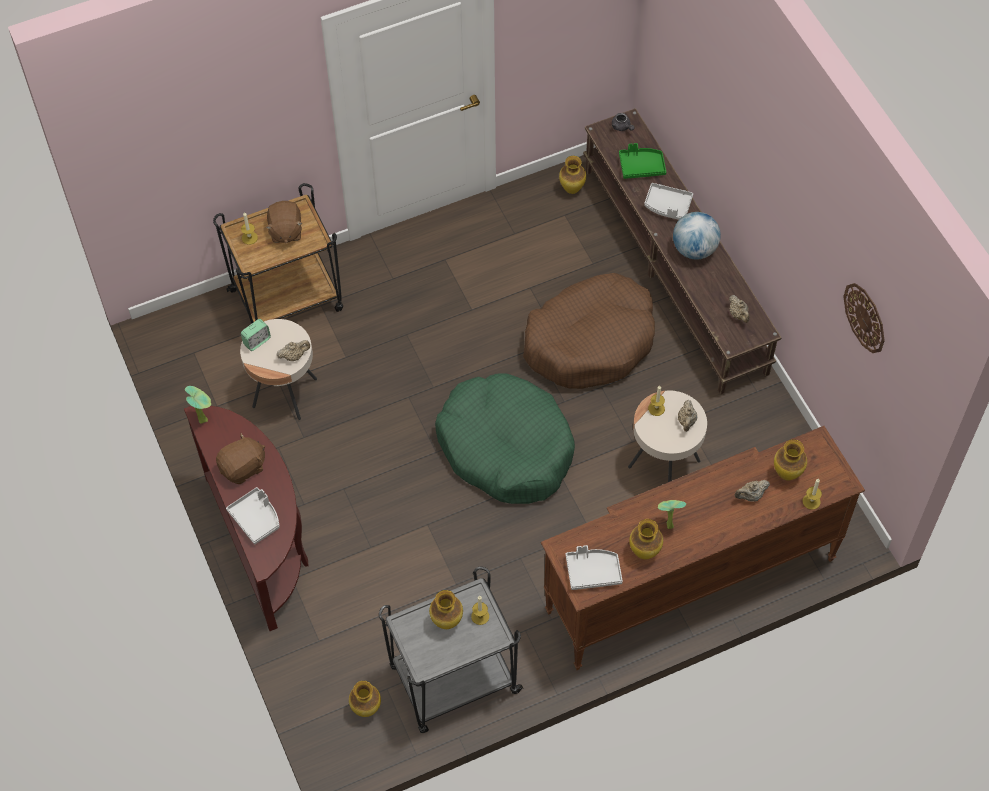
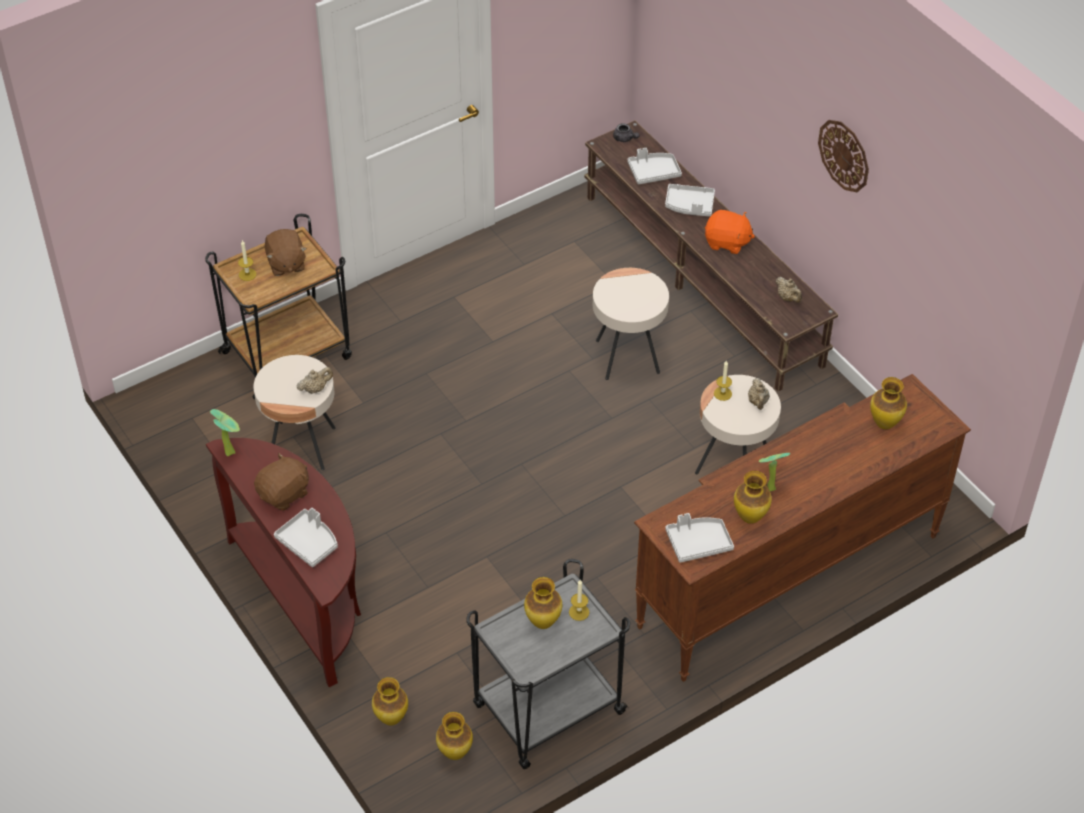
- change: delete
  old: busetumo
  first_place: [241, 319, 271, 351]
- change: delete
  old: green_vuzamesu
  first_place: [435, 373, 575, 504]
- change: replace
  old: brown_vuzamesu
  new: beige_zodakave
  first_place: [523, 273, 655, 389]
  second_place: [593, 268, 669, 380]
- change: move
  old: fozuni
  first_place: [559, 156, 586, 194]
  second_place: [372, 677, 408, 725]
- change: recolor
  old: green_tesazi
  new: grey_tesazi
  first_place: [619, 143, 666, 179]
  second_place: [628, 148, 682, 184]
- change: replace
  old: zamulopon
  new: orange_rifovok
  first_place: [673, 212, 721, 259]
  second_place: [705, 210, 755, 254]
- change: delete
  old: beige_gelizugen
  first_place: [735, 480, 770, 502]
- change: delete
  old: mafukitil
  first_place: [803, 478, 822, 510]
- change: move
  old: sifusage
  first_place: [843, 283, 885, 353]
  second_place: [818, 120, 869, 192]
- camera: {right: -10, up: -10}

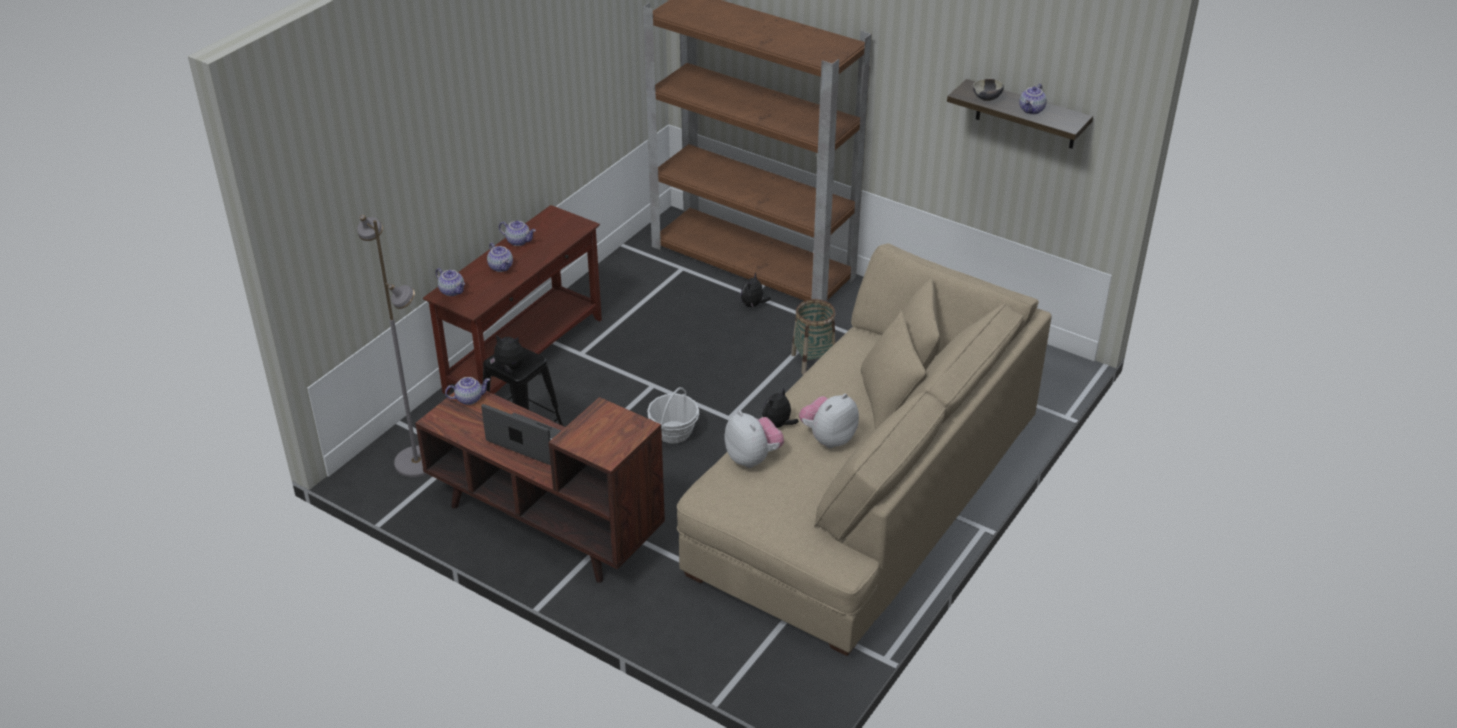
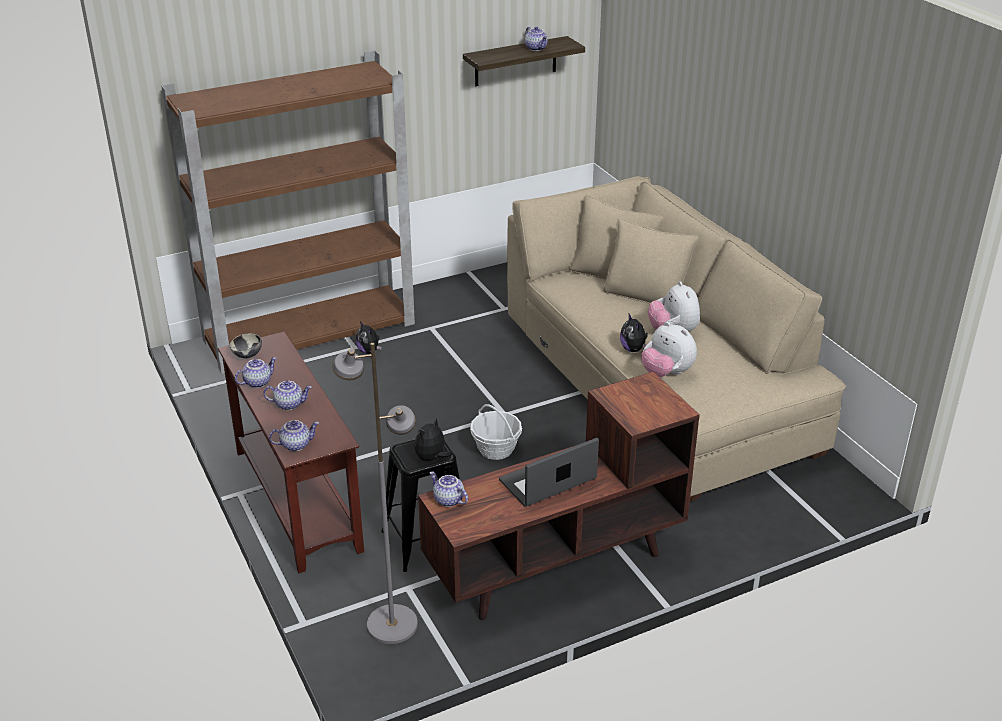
- change: rotate
  old: gelizugen
  first_place: [445, 377, 490, 405]
  second_place: [429, 471, 468, 507]
  degrees: -60
- change: rotate
  old: rifovok
  first_place: [724, 410, 784, 468]
  second_place: [641, 322, 697, 377]
  degrees: -135
- change: delete
  old: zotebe
  first_place: [791, 299, 835, 375]
- change: move
  old: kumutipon
  first_place: [973, 79, 1004, 101]
  second_place: [230, 333, 262, 359]
- camera: {right: -60, up: -5}

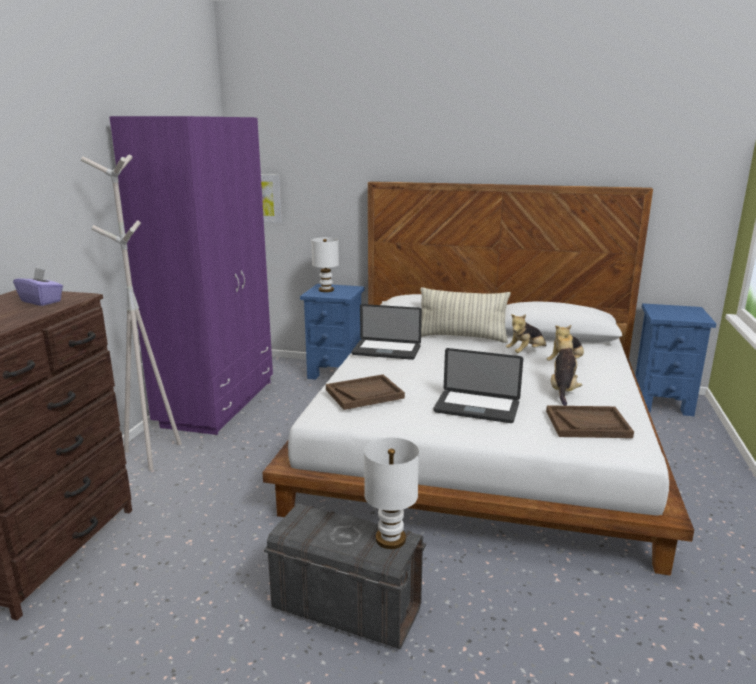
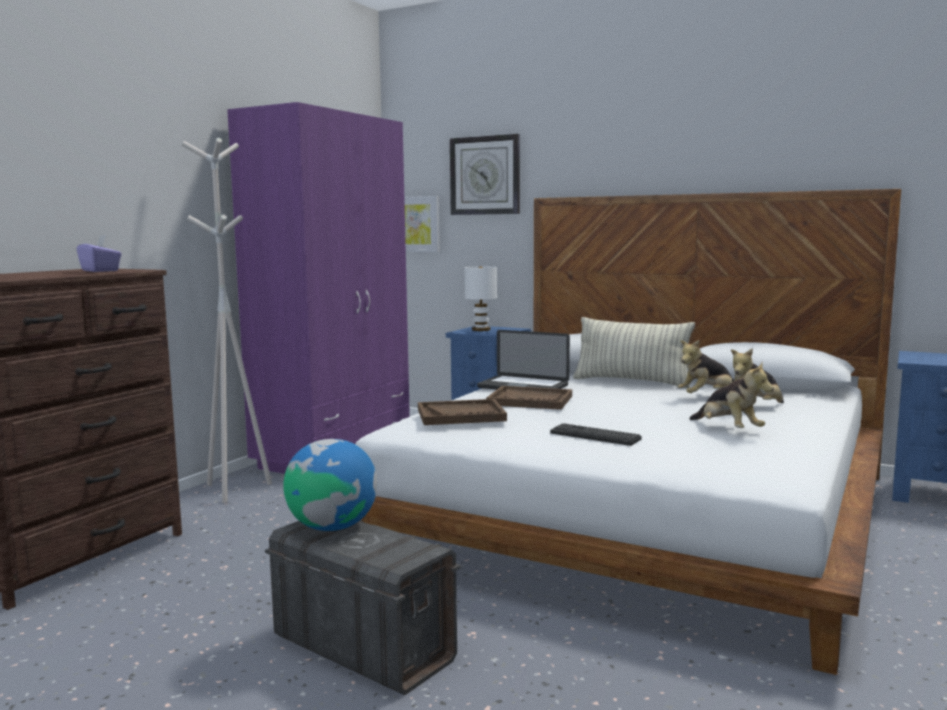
- change: delete
  old: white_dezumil
  first_place: [364, 437, 419, 549]
- change: replace
  old: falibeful
  new: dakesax
  first_place: [434, 348, 523, 423]
  second_place: [550, 423, 642, 446]
- change: move
  old: brown_tesazi
  first_place: [546, 405, 634, 438]
  second_place: [486, 386, 572, 410]
- change: rotate
  old: rifovok
  first_place: [551, 334, 582, 406]
  second_place: [689, 362, 774, 428]
  degrees: 120
- change: insert
  new: zamulopon
  second_place: [283, 439, 377, 531]
- change: insert
  new: sifusage
  second_place: [450, 134, 520, 215]
- camera: {right: 15, up: -10}

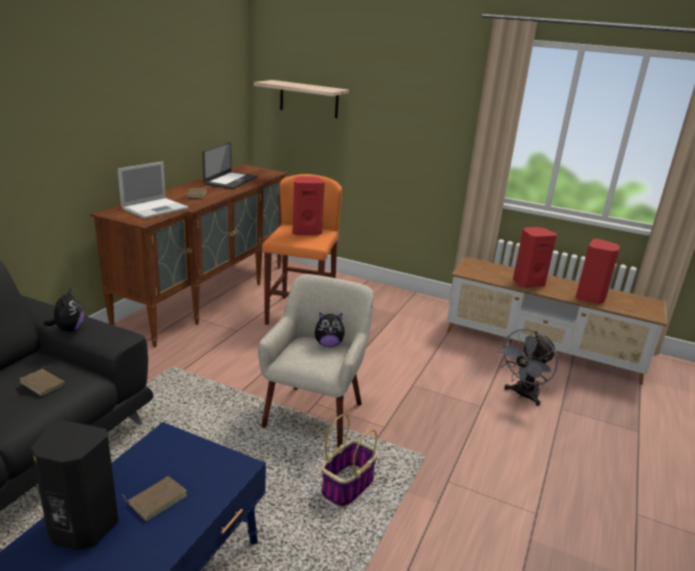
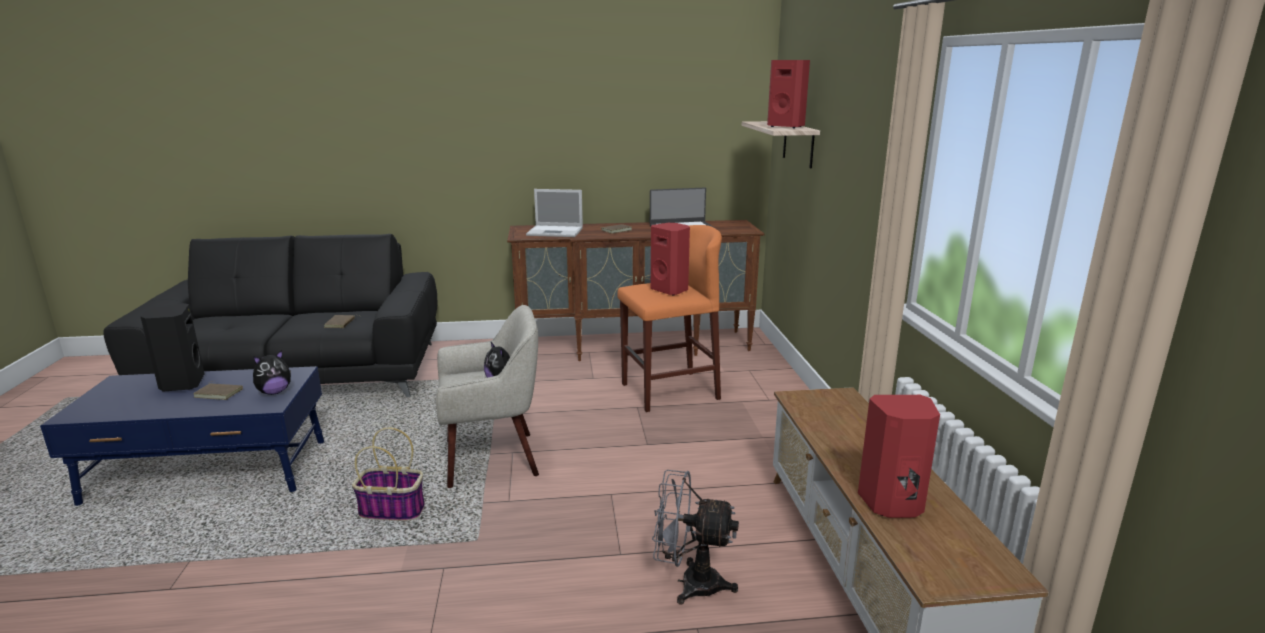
- change: move
  old: rifovok
  first_place: [44, 288, 84, 332]
  second_place: [253, 350, 291, 395]
- change: move
  old: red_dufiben
  first_place: [513, 227, 557, 288]
  second_place: [767, 60, 810, 128]
- camera: {right: 60, up: -5}

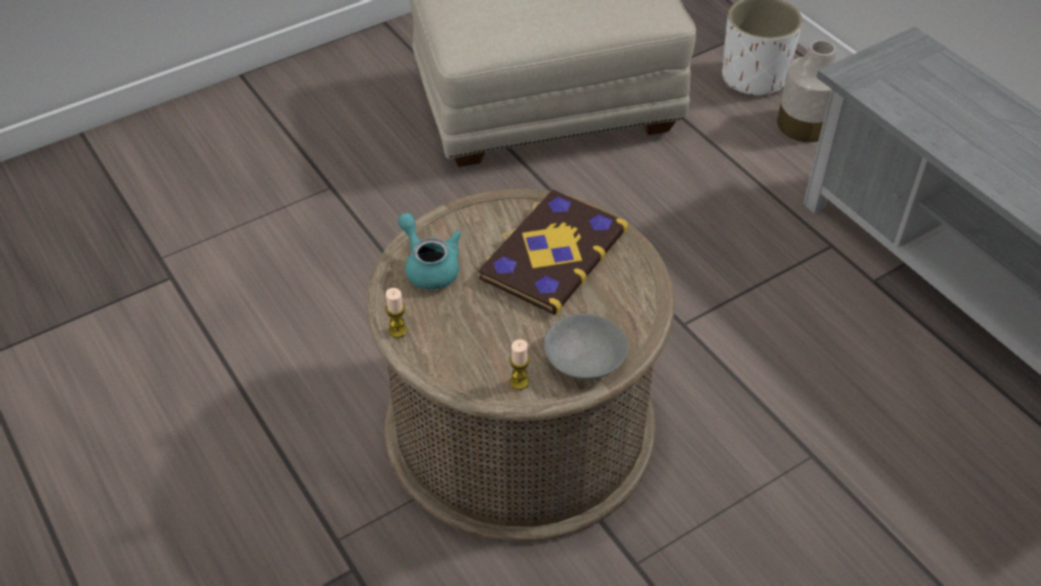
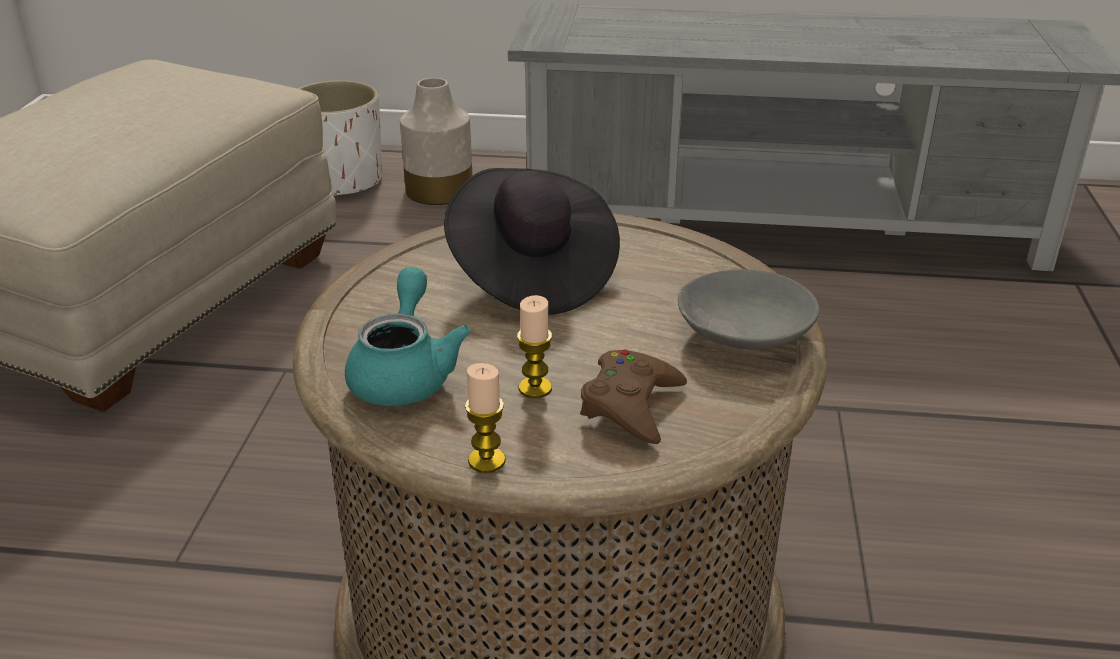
- change: rotate
  old: turquoise_gelizugen
  first_place: [398, 213, 461, 290]
  second_place: [345, 267, 471, 406]
  degrees: 90
- change: replace
  old: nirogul
  new: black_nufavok
  first_place: [479, 189, 628, 315]
  second_place: [444, 168, 620, 314]
- change: move
  old: mafukitil
  first_place: [509, 339, 530, 390]
  second_place: [517, 295, 552, 398]
- change: insert
  new: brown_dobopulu
  second_place: [580, 349, 687, 444]
- camera: {right: -50, up: -15}

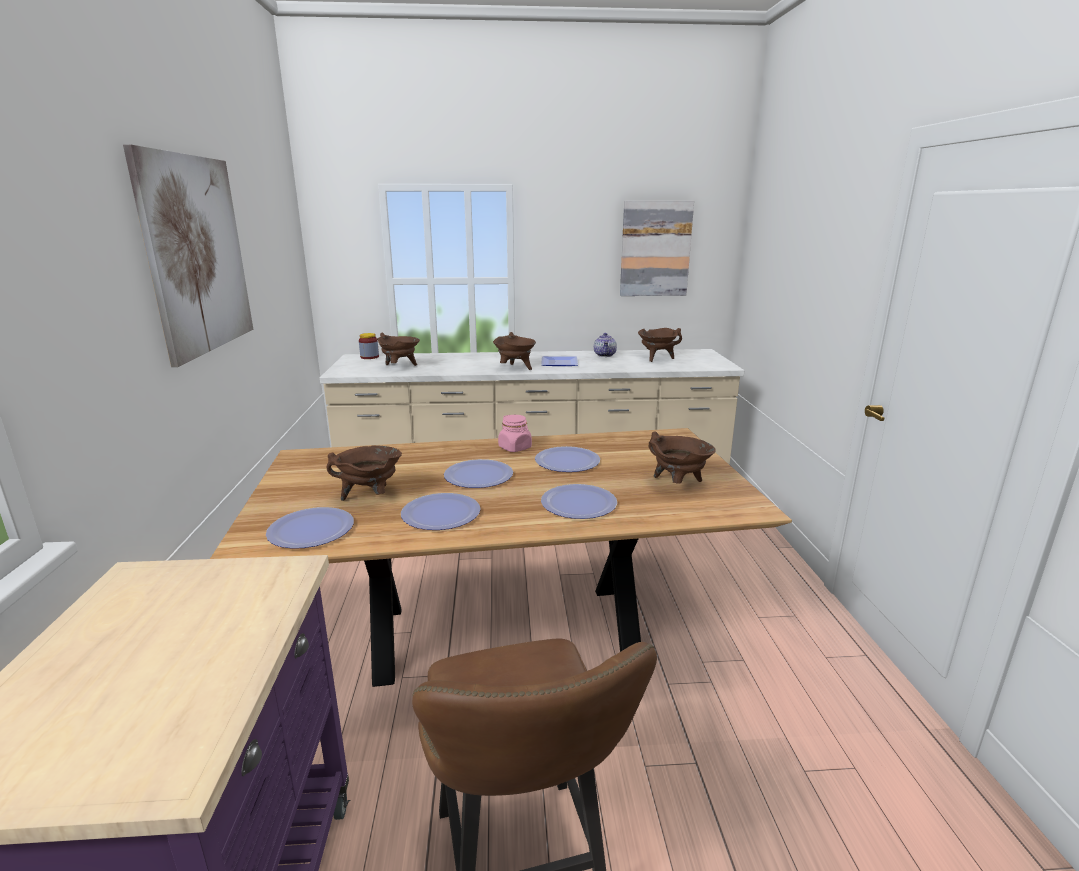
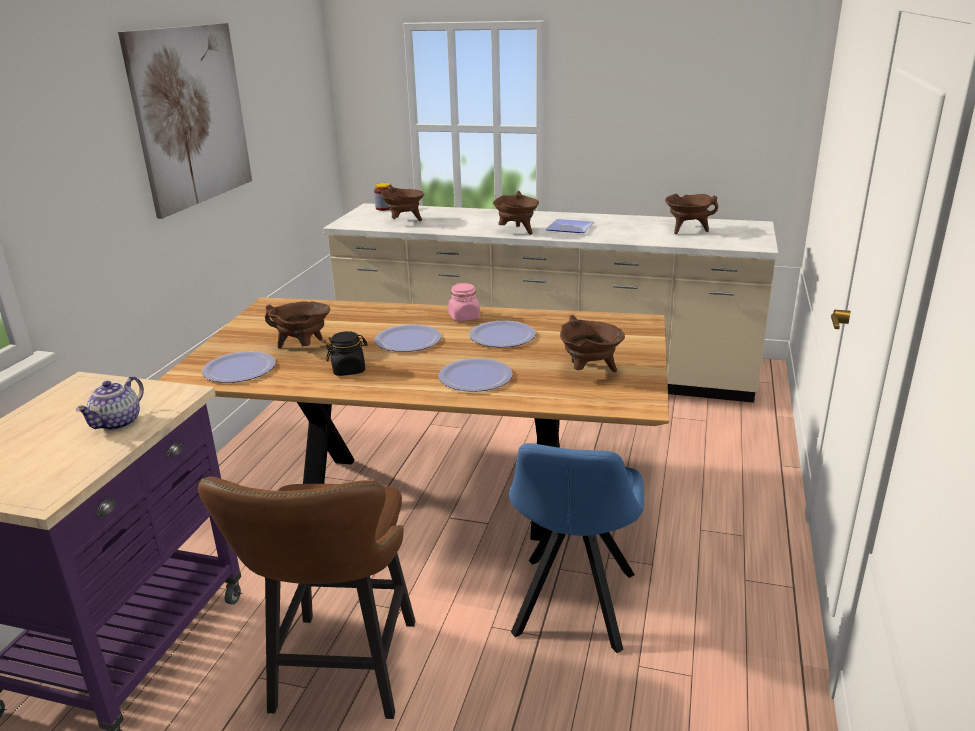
- change: replace
  old: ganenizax
  new: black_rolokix
  first_place: [401, 493, 481, 530]
  second_place: [326, 331, 368, 376]
- change: move
  old: gelizugen
  first_place: [594, 333, 617, 357]
  second_place: [76, 376, 144, 431]
- change: delete
  old: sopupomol
  first_place: [620, 201, 694, 296]
- change: insert
  new: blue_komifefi
  second_place: [509, 443, 644, 653]
- camera: {right: 20, up: 5}

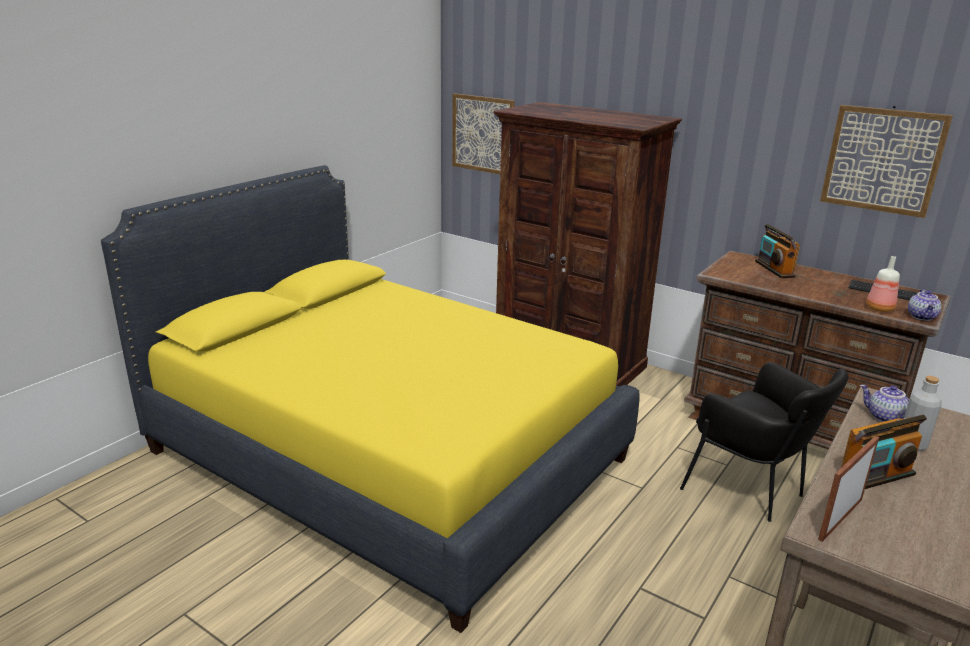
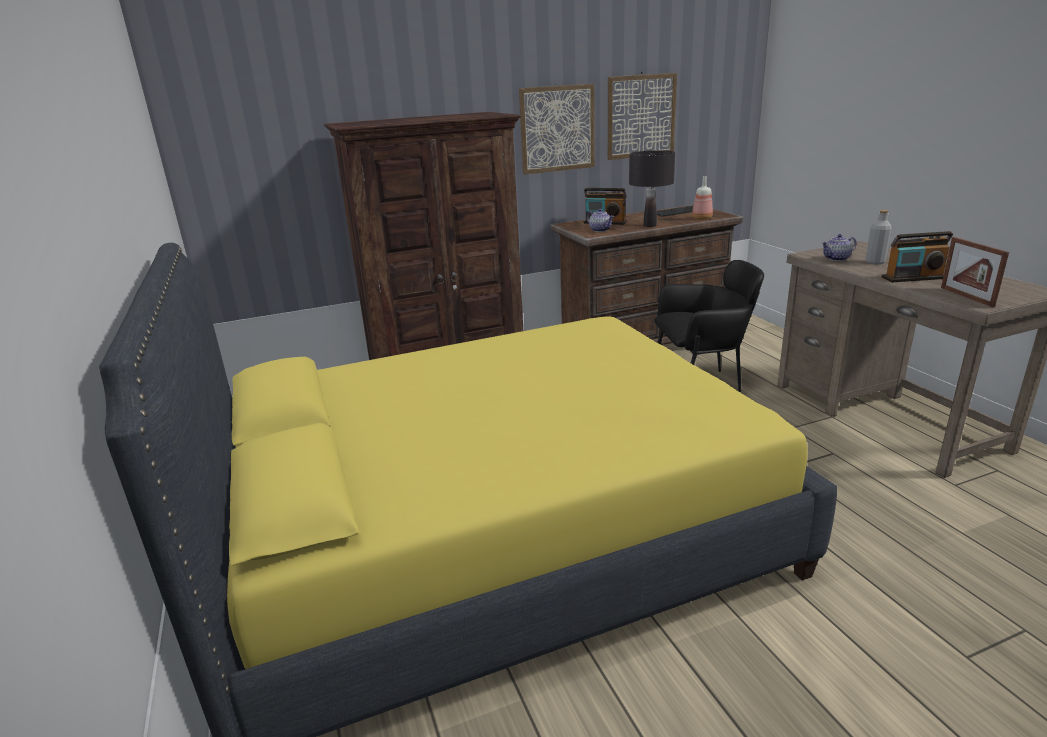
- change: move
  old: sopupomol
  first_place: [452, 93, 515, 174]
  second_place: [519, 84, 595, 175]
- change: rotate
  old: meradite
  first_place: [834, 415, 927, 489]
  second_place: [882, 231, 953, 283]
  degrees: 75
- change: move
  old: gelizugen
  first_place: [908, 289, 942, 321]
  second_place: [587, 209, 614, 232]
- change: insert
  new: black_dezumil
  second_place: [629, 150, 675, 227]
- camera: {right: -55, up: 0}

